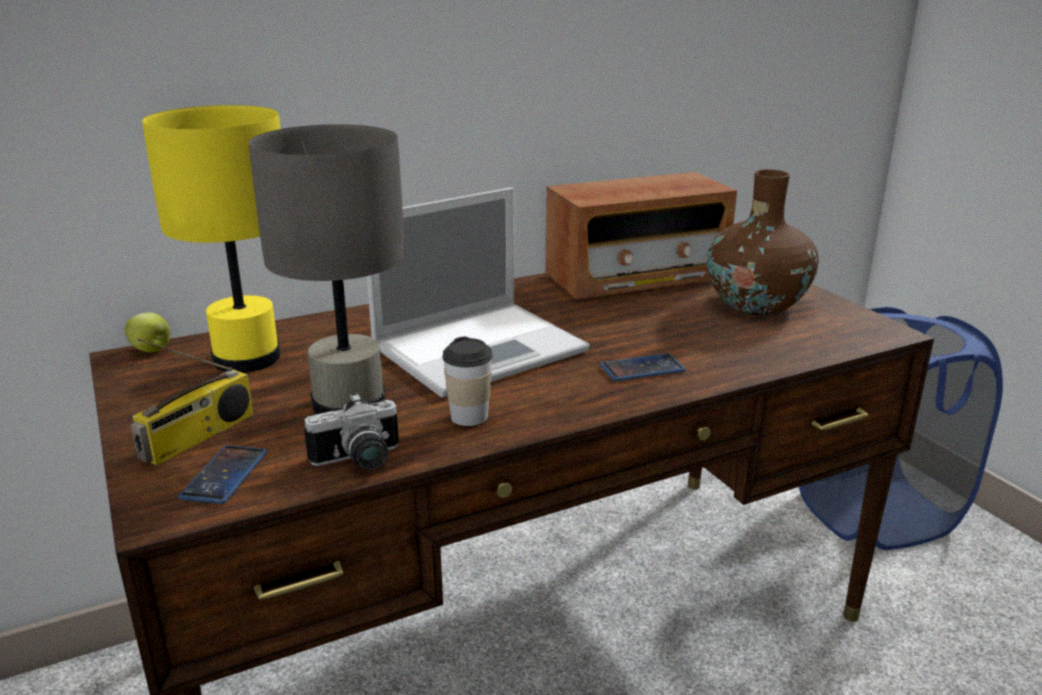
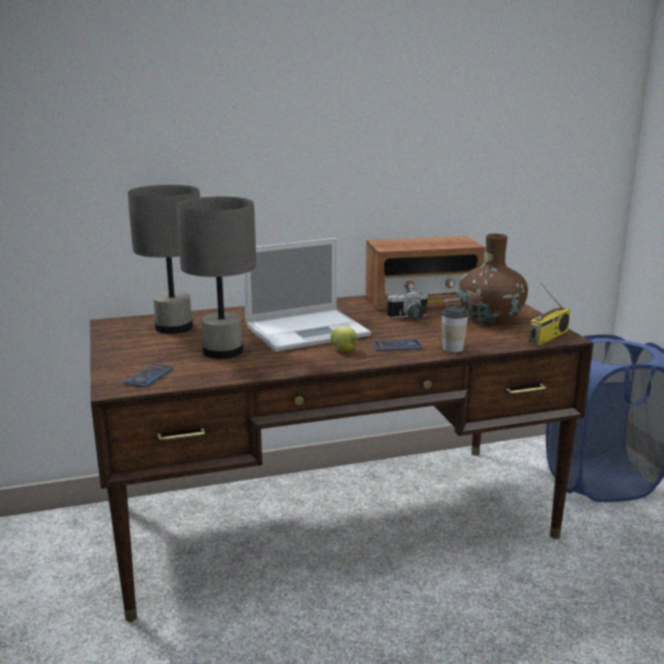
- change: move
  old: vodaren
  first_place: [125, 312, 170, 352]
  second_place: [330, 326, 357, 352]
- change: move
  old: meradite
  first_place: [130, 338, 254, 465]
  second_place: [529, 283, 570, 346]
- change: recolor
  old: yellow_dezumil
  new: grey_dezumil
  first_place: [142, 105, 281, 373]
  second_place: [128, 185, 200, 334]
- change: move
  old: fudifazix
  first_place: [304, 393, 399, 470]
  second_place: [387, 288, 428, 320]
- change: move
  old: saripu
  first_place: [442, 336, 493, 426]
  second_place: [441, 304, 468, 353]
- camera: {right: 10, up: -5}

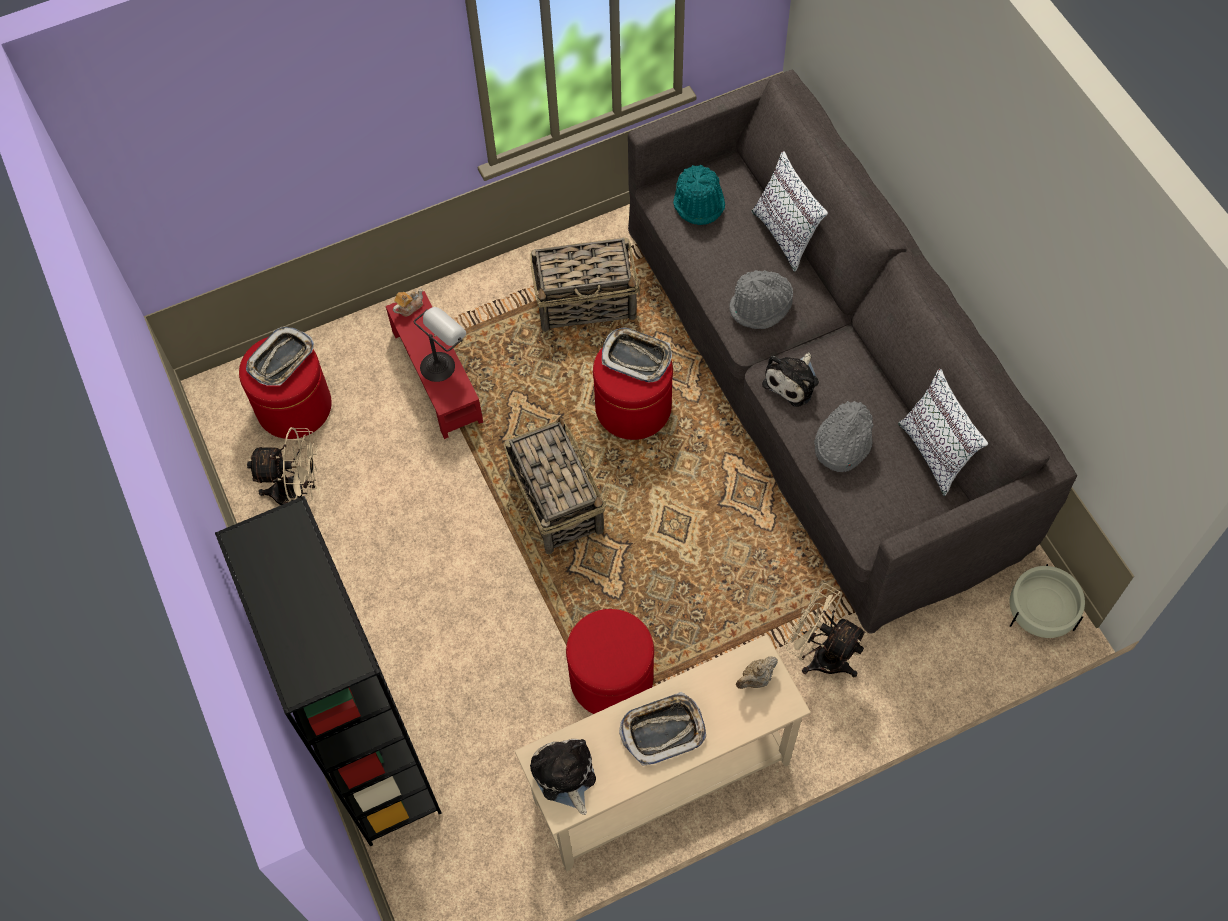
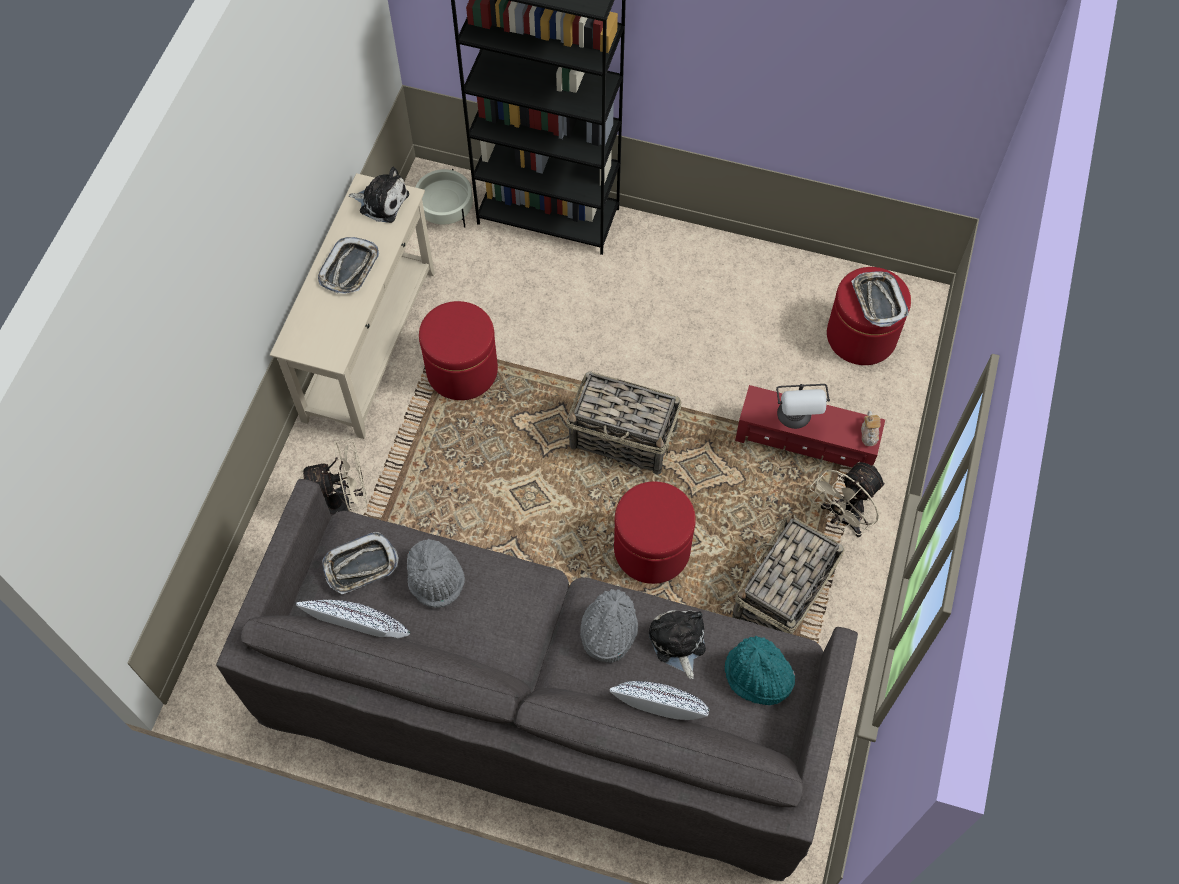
- change: move
  old: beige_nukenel
  first_place: [247, 427, 318, 505]
  second_place: [810, 462, 885, 537]
- change: move
  old: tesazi
  first_place: [602, 327, 672, 382]
  second_place: [322, 532, 399, 594]
- change: delete
  old: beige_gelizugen
  first_place: [736, 656, 778, 689]
- change: move
  old: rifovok
  first_place: [762, 352, 819, 407]
  second_place: [649, 610, 706, 679]
- change: move
  old: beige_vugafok
  first_place: [1010, 564, 1085, 638]
  second_place: [415, 169, 473, 227]
- camera: {right: 130, up: 0}

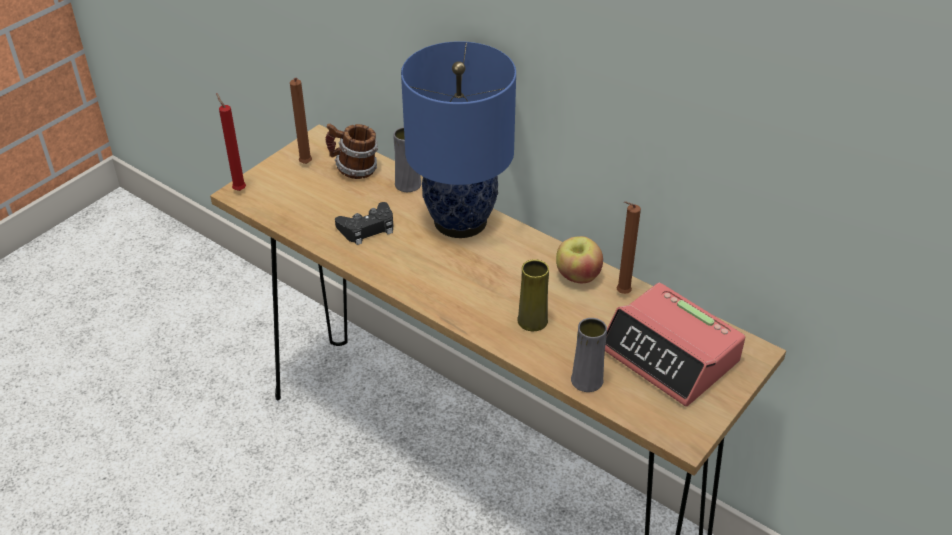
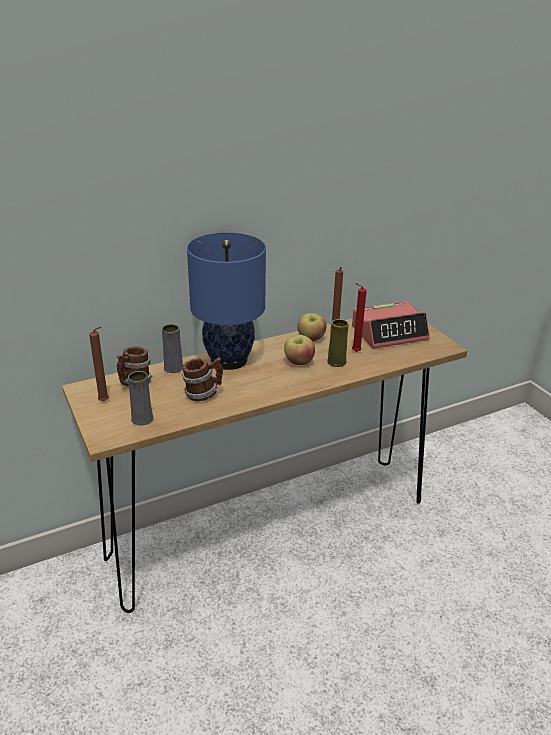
- change: move
  old: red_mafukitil
  first_place: [216, 93, 246, 191]
  second_place: [352, 283, 367, 352]
- change: replace
  old: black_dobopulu
  new: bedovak
  first_place: [335, 202, 393, 245]
  second_place: [182, 358, 223, 401]
- change: move
  old: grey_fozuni
  first_place: [571, 318, 607, 392]
  second_place: [128, 371, 154, 425]
- change: insert
  new: vodaren
  second_place: [284, 335, 315, 365]
- camera: {right: -65, up: -10}

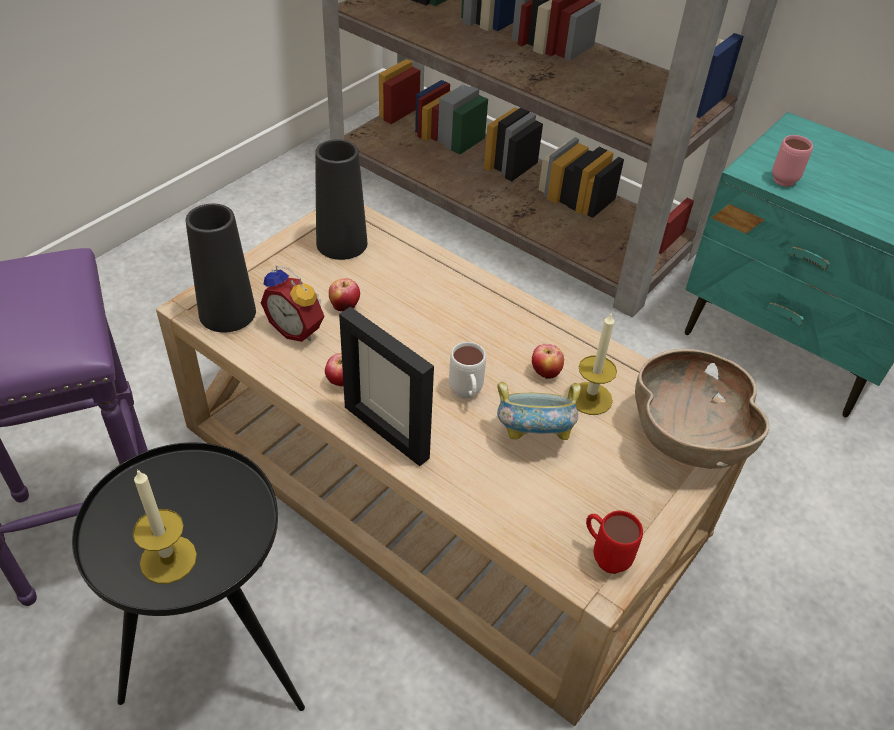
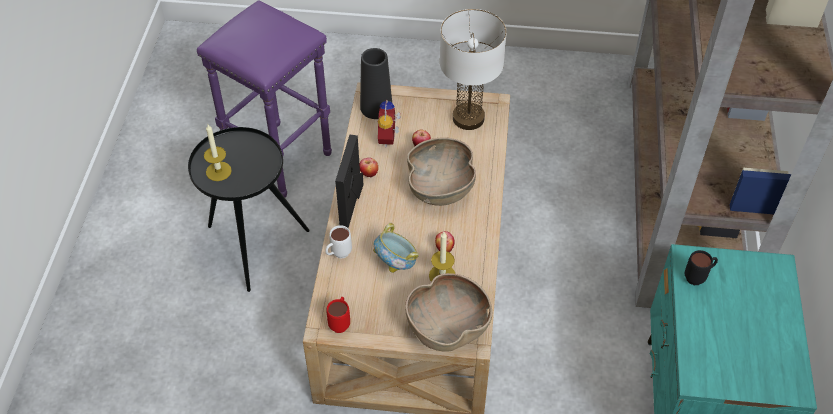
- change: replace
  old: black_fozuni
  new: dezumil
  first_place: [315, 139, 367, 260]
  second_place: [440, 9, 507, 130]
- change: move
  old: white_bedovak
  first_place: [449, 342, 486, 399]
  second_place: [325, 225, 352, 259]
- change: recolor
  old: pink_bedovak
  new: black_bedovak
  first_place: [772, 135, 813, 187]
  second_place: [685, 250, 718, 285]
- change: insert
  new: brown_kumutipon
  second_place: [407, 137, 476, 206]
- camera: {right: 60, up: 5}

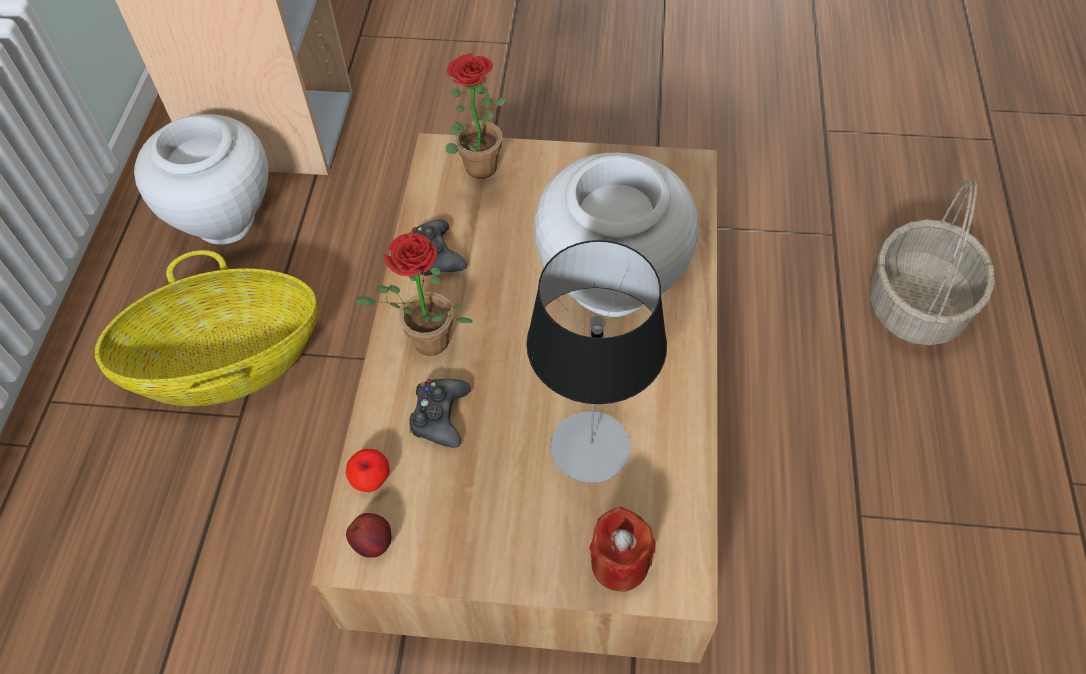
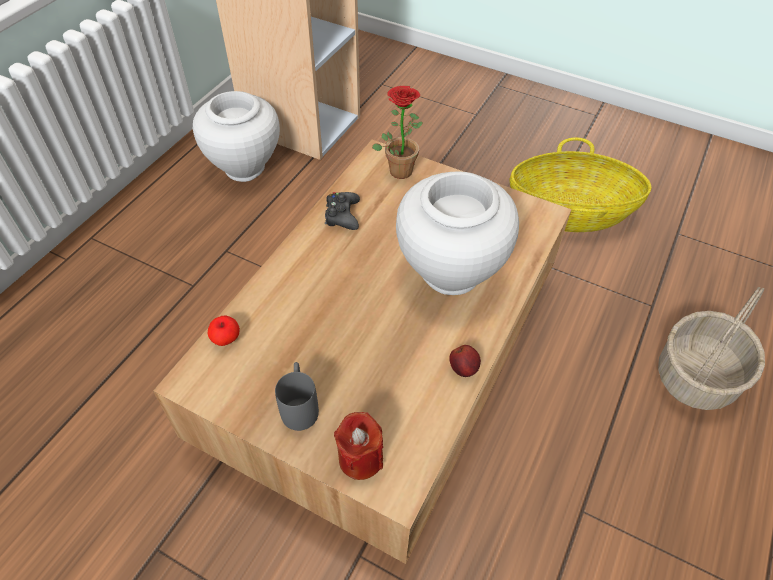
- change: move
  old: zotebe
  first_place: [95, 250, 318, 406]
  second_place: [510, 137, 651, 232]
- change: move
  old: vodaren
  first_place: [346, 513, 391, 558]
  second_place: [449, 345, 481, 377]
- change: delete
  old: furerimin
  first_place: [354, 233, 472, 356]
- change: delete
  old: black_dobopulu
  first_place: [409, 379, 471, 448]
- change: delete
  old: dezumil
  first_place: [526, 240, 667, 483]
- change: insert
  new: grey_bedovak
  second_place: [275, 362, 319, 431]
- camera: {right: 20, up: -5}

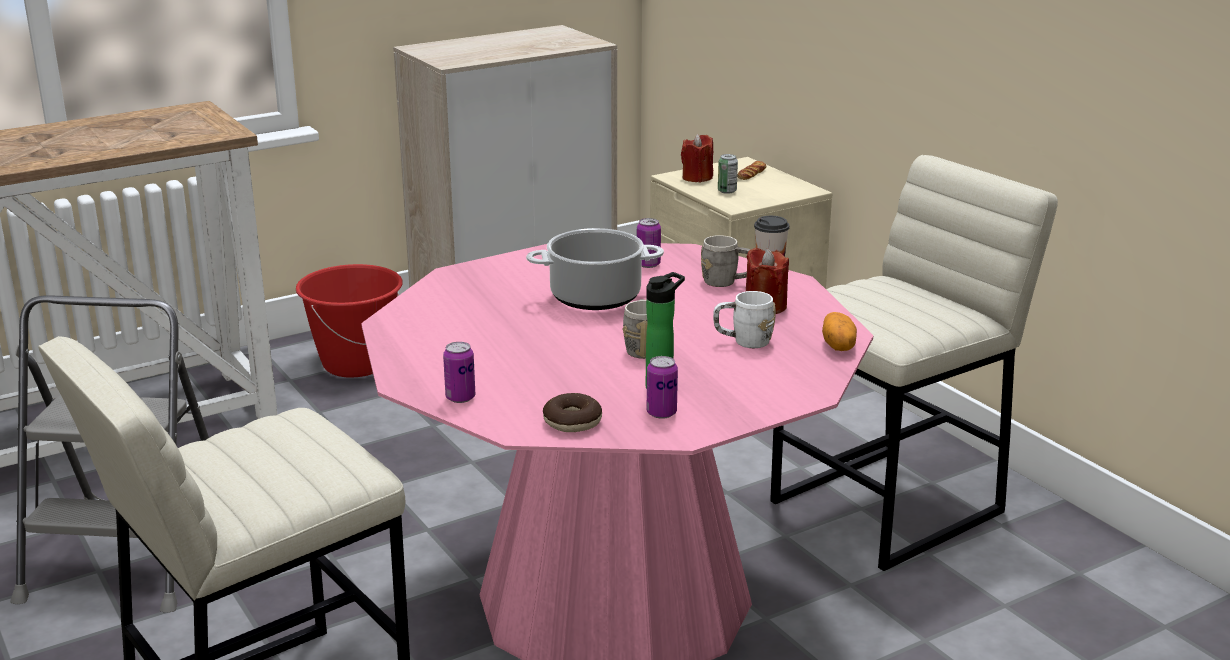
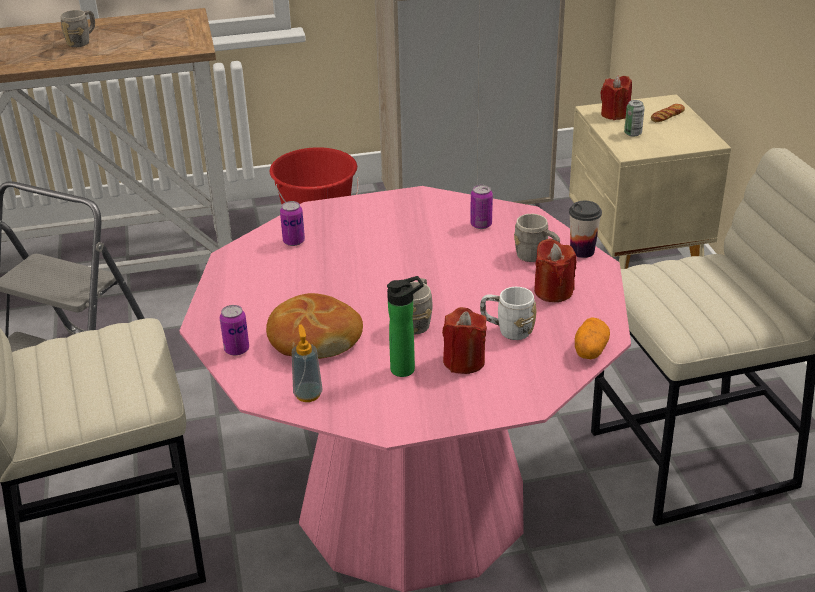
- change: delete
  old: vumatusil
  first_place: [526, 228, 664, 310]
- change: replace
  old: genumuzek
  new: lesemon
  first_place: [543, 393, 602, 432]
  second_place: [292, 324, 322, 402]
- change: move
  old: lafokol
  first_place: [647, 356, 678, 419]
  second_place: [280, 201, 305, 246]
- change: insert
  new: grey_bedovak
  second_place: [61, 10, 95, 47]
- change: insert
  new: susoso
  second_place: [266, 293, 363, 359]
- change: insert
  new: red_mafukitil
  second_place: [442, 307, 487, 374]
- camera: {right: 20, up: 10}

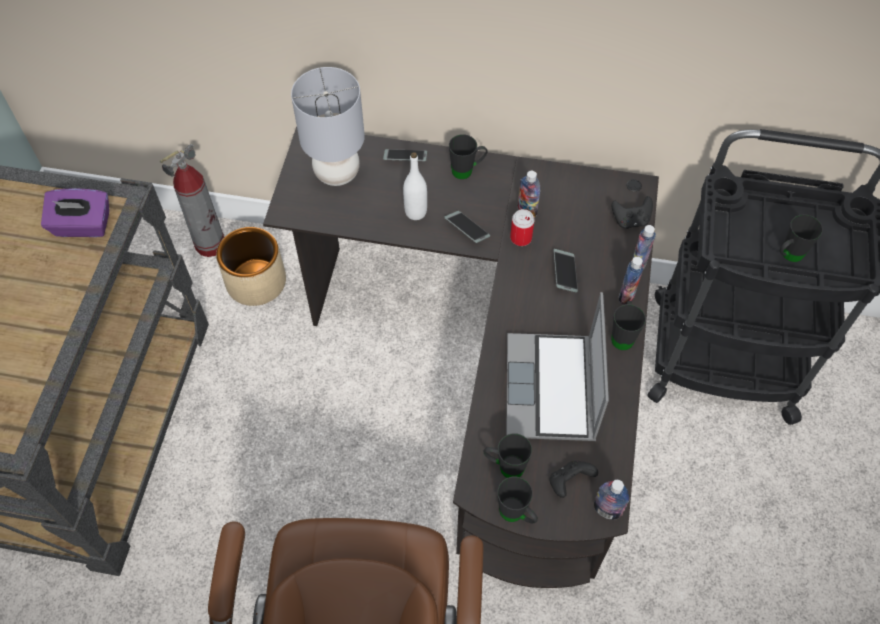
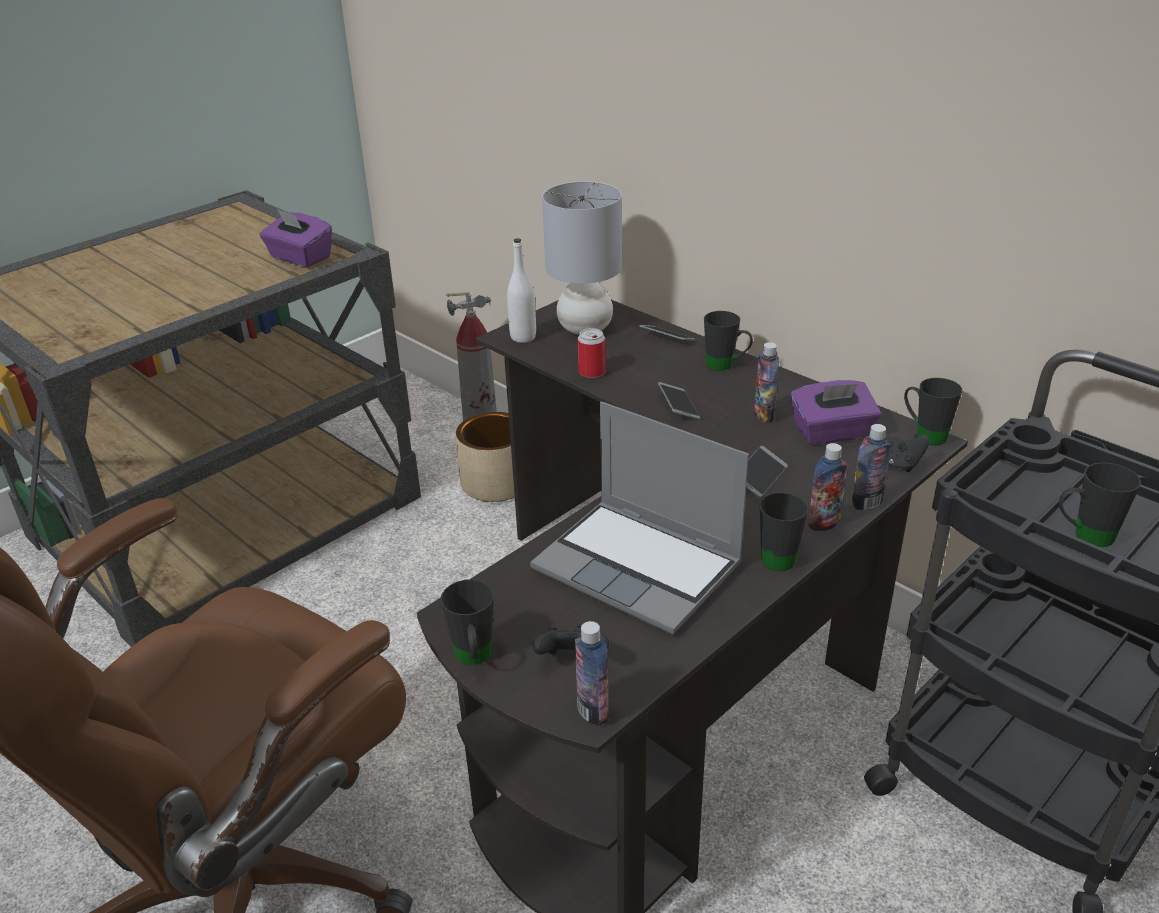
- change: move
  old: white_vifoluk
  first_place: [403, 152, 427, 220]
  second_place: [507, 238, 536, 343]
- change: move
  old: black_bedovak
  first_place: [483, 433, 532, 478]
  second_place: [904, 378, 962, 445]
- change: rotate
  old: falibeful
  first_place: [506, 292, 609, 441]
  second_place: [530, 402, 749, 635]
  degrees: -90
- change: move
  old: lafokol
  first_place: [510, 209, 535, 246]
  second_place: [578, 328, 605, 378]
- change: insert
  new: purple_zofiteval
  second_place: [791, 380, 881, 445]
- camera: {right: 35, up: -25}

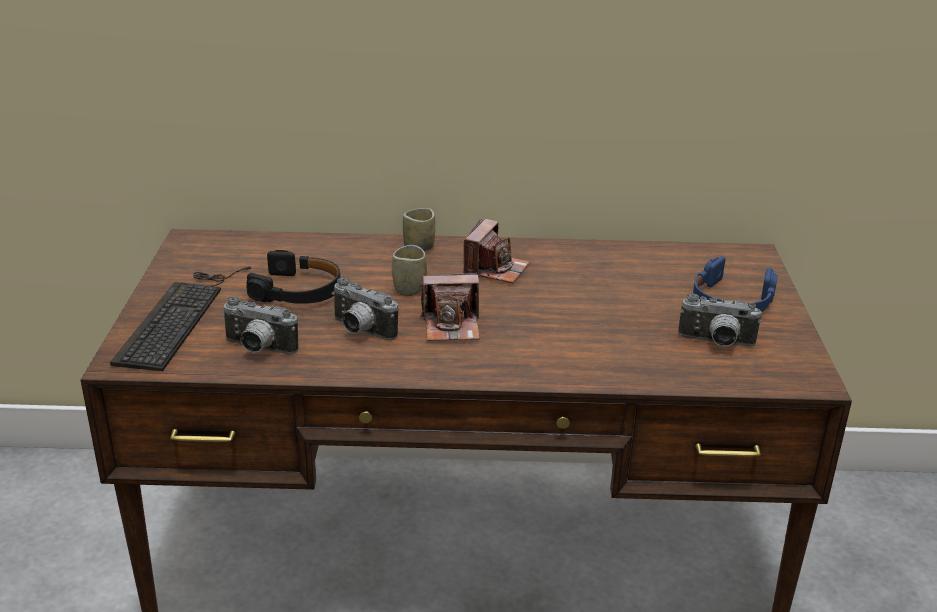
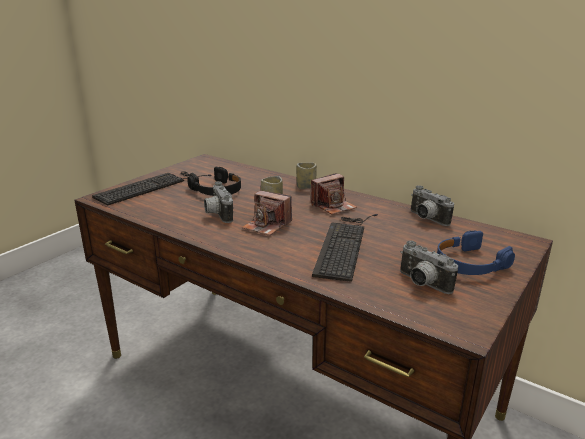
- change: move
  old: fudifazix
  first_place: [221, 297, 298, 354]
  second_place: [411, 185, 454, 226]
- change: insert
  new: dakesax
  second_place: [312, 214, 378, 282]
- camera: {right: 35, up: -5}

